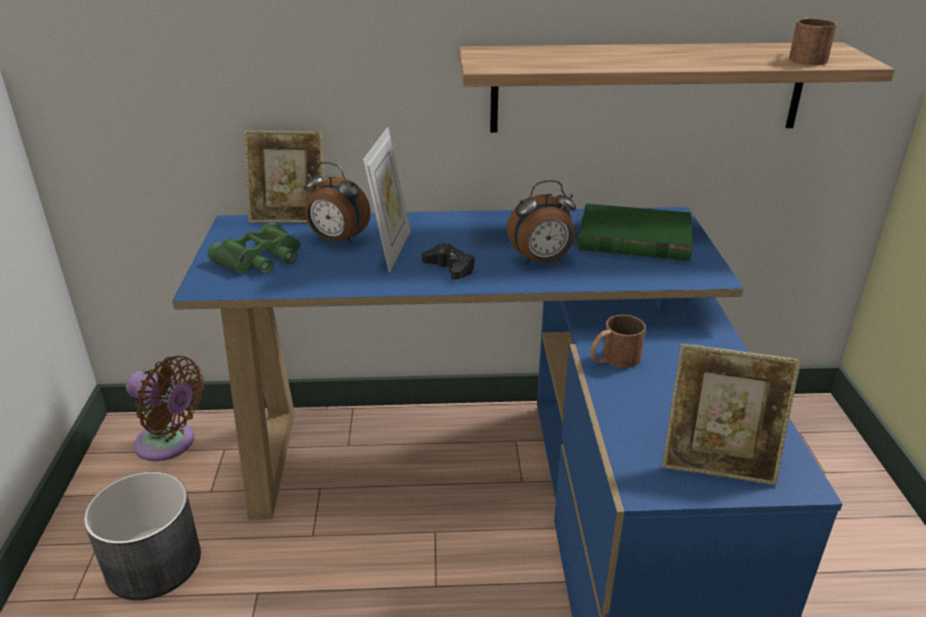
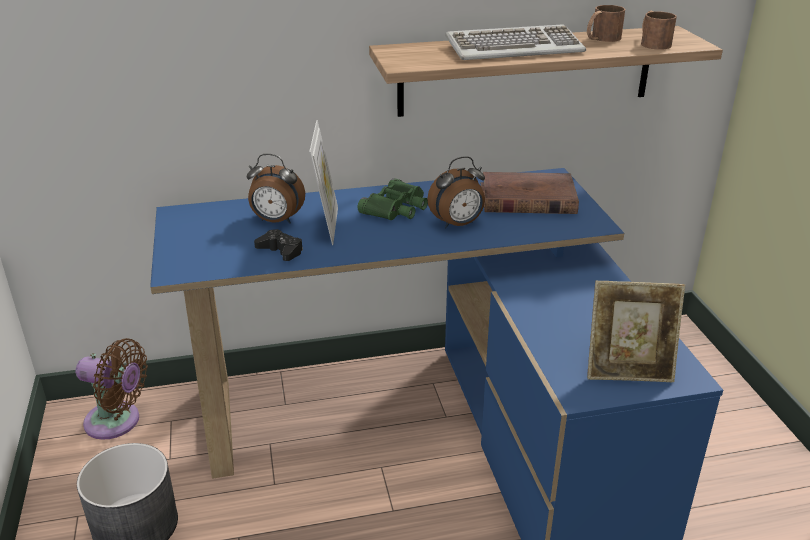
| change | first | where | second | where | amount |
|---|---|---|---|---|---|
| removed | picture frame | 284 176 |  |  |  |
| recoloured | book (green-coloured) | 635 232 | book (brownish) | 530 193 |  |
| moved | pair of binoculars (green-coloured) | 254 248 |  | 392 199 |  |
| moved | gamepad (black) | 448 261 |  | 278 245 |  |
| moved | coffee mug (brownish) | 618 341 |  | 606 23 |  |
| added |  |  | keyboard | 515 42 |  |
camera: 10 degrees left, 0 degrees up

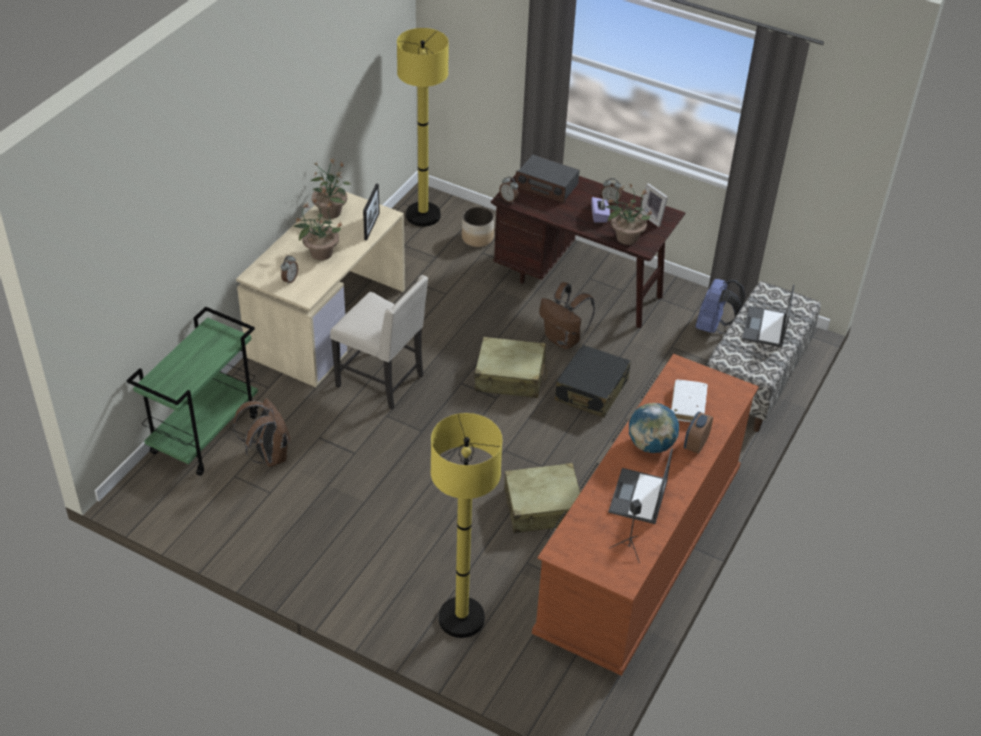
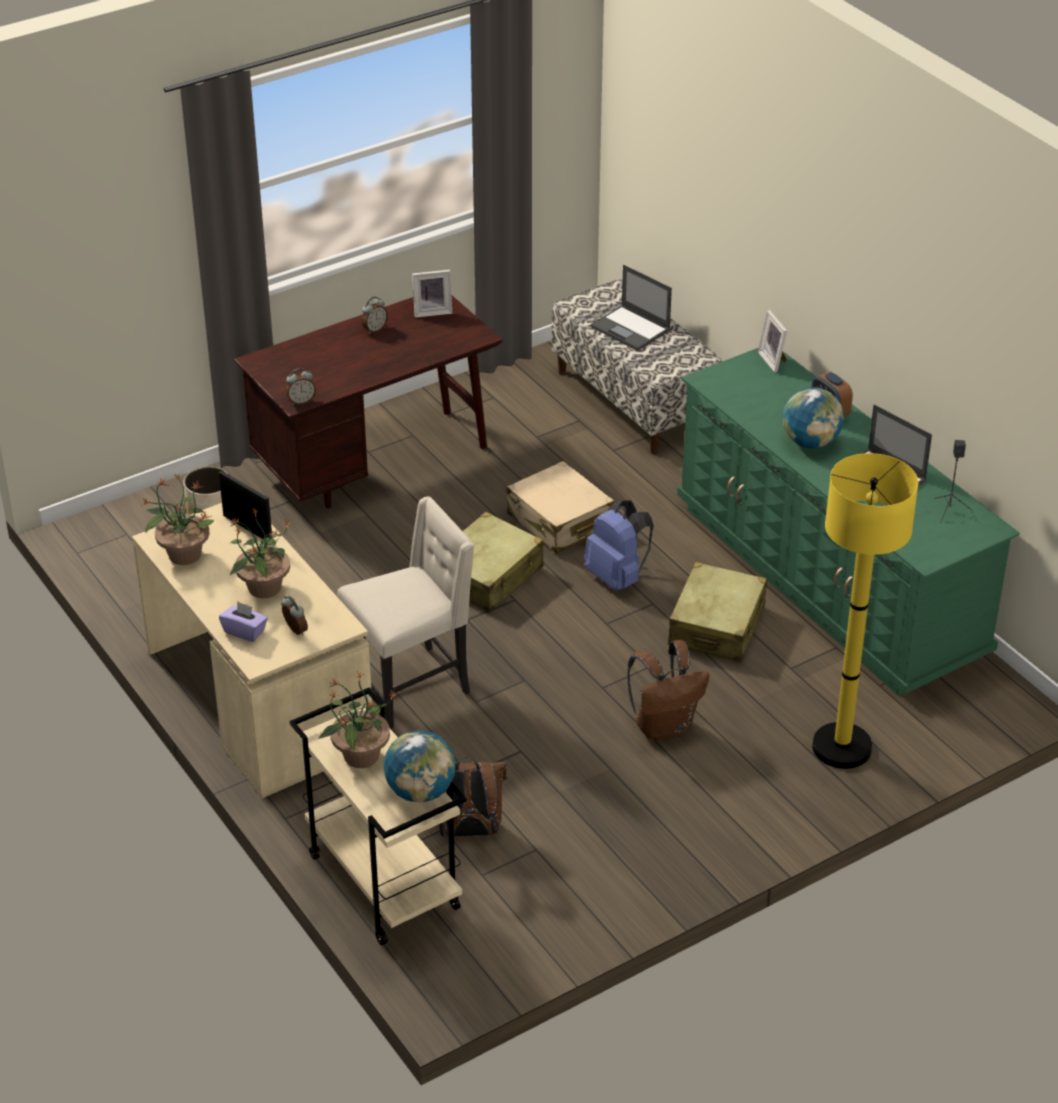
| change | first | where | second | where | amount |
|---|---|---|---|---|---|
| removed | floor lamp (yellow-coloured) | 423 127 |  |  |  |
| removed | radio receiver | 547 179 |  |  |  |
| moved | potted plant | 630 214 |  | 357 719 |  |
| moved | tissue holder (purple-coloured) | 600 209 |  | 243 621 |  |
| moved | backpack (blue-coloured) | 720 306 |  | 619 545 |  |
| moved | backpack (brownish) | 567 315 |  | 668 690 |  |
| recoloured | trolley (green-coloured) | 192 391 | trolley (sand-coloured) | 378 817 |  |
| recoloured | piece of luggage (black) | 593 381 | piece of luggage (sand-coloured) | 560 507 |  |
| recoloured | drawer chest (brownish) | 645 515 | drawer chest (green-coloured) | 848 521 |  |
| removed | book (whitish) | 689 400 |  |  |  |
| added |  |  | picture frame | 772 341 |  |
| added |  |  | globe | 419 766 |  |
camera: 60 degrees left, 5 degrees down

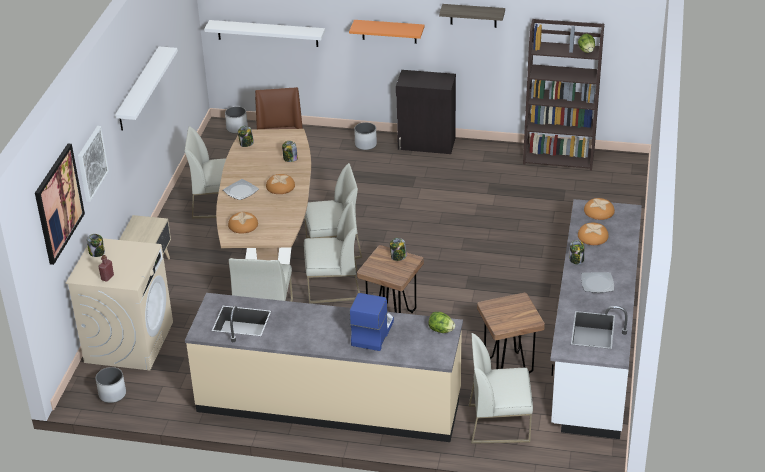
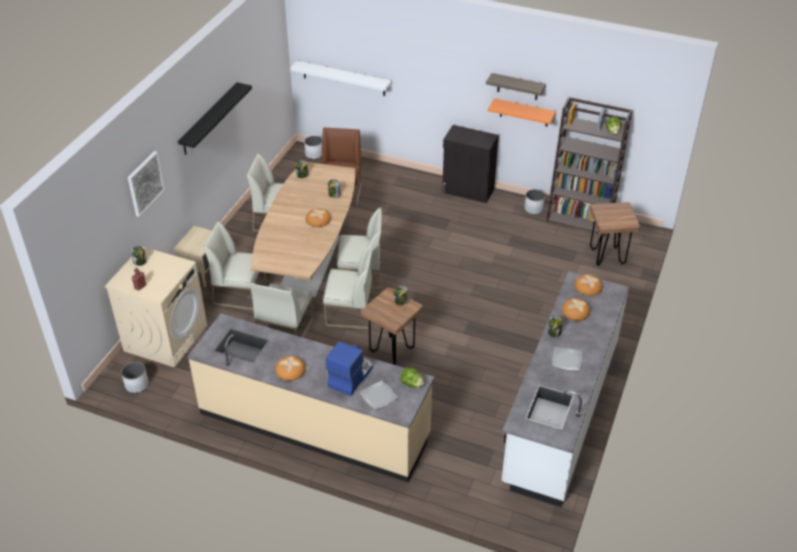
| change | first | where | second | where | amount |
|---|---|---|---|---|---|
| moved | shelf (orangey) | 387 32 |  | 522 112 |  |
| recoloured | shelf (whitish) | 146 89 | shelf (black) | 215 118 |  |
| moved | flower pot (whitish) | 365 136 |  | 534 201 |  |
| removed | wall art | 60 204 |  |  |  |
| moved | flat dish | 241 189 |  | 379 395 |  |
| moved | bread | 243 223 |  | 290 368 |  |
| moved | stool seat (brownish) | 511 333 |  | 615 234 |  |
| moved | chair (whitish) | 501 388 |  | 235 265 |  |
camera: 10 degrees right, 5 degrees up

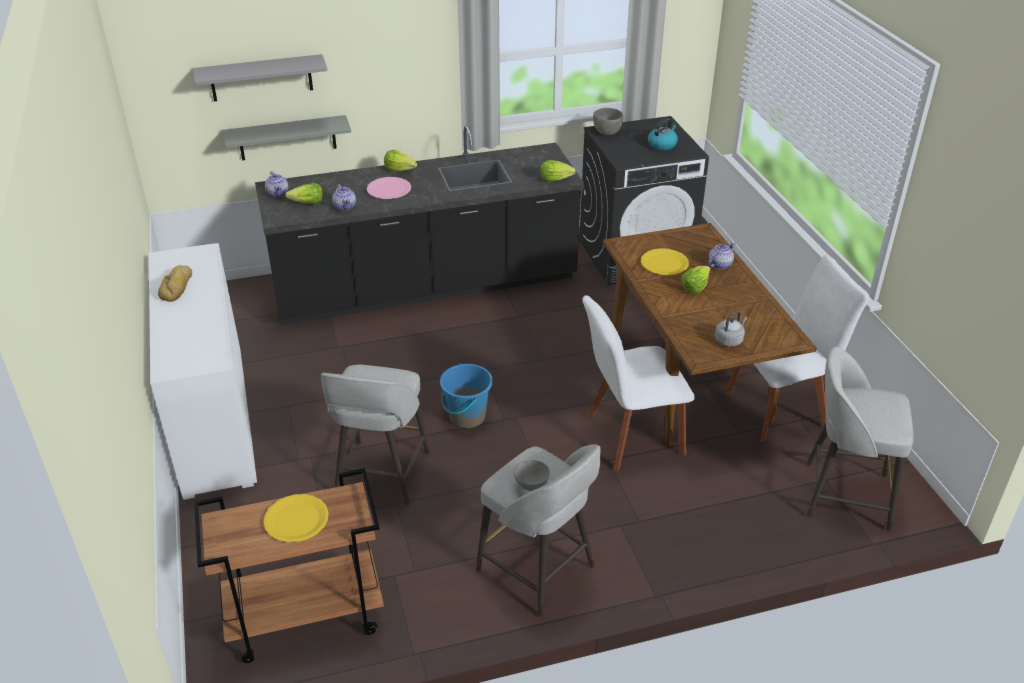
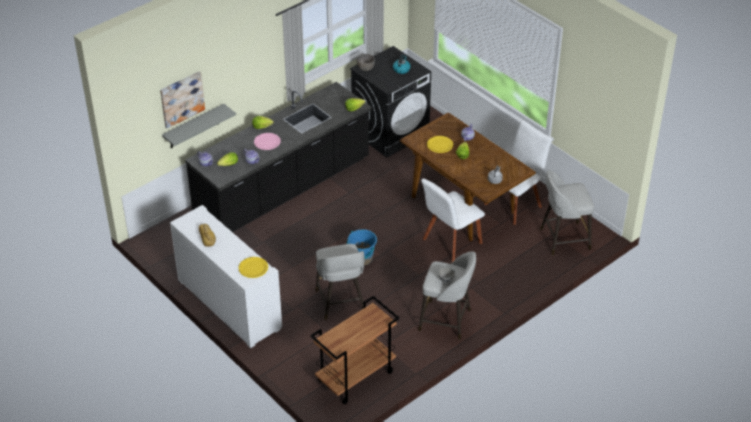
| change | first | where | second | where | amount |
|---|---|---|---|---|---|
| replaced | shelf (grey) | 260 77 | wall art | 182 99 |  |
| moved | flat dish (yellow-coloured) | 296 518 |  | 253 267 |  |
camera: 25 degrees left, 5 degrees up

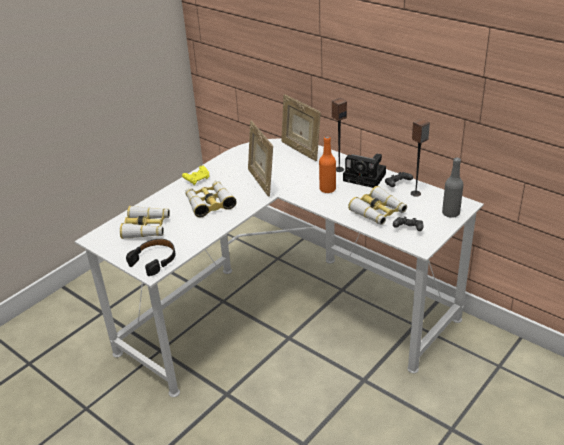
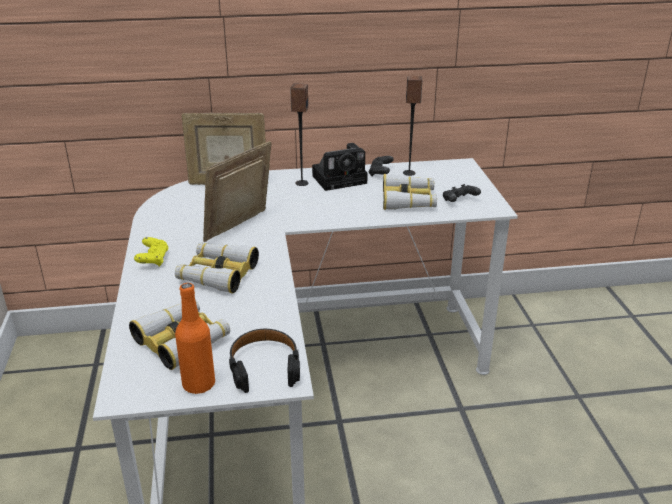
| change | first | where | second | where | amount |
|---|---|---|---|---|---|
| turned | picture frame | 260 159 |  | 237 191 | 105 degrees clockwise |
| moved | drink bottle (orangey) | 327 164 |  | 195 338 |  |
| removed | drink bottle (grey) | 453 188 |  |  |  |
camera: 50 degrees left, 5 degrees down

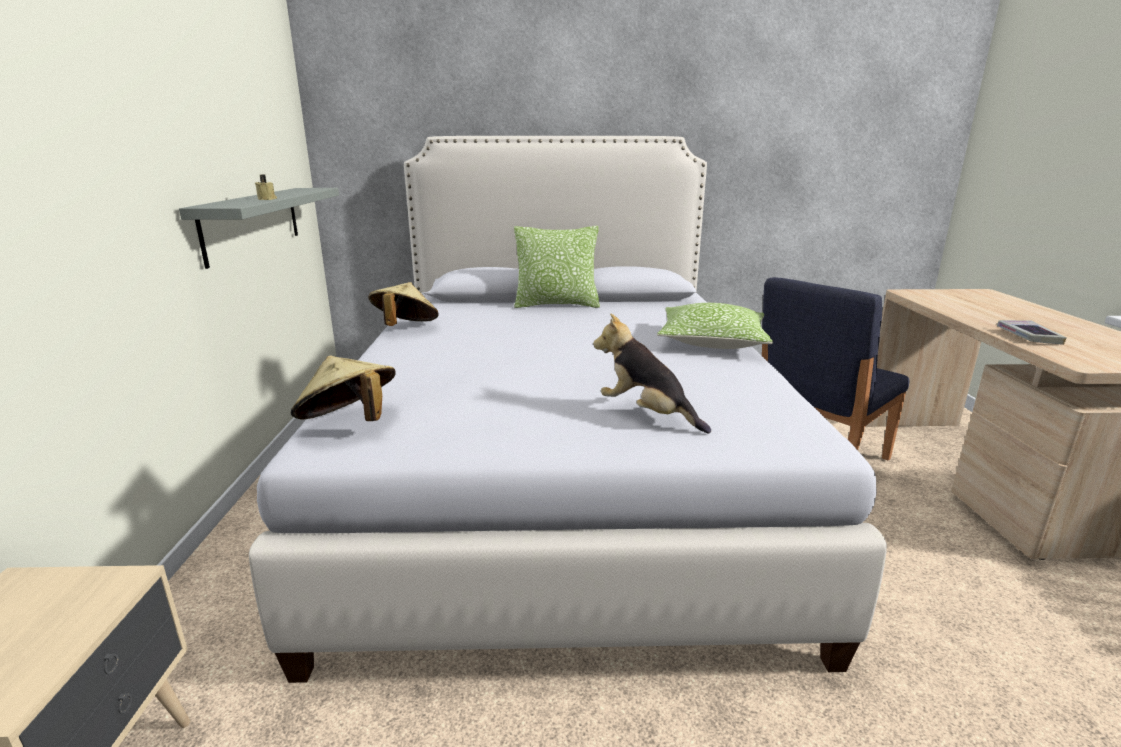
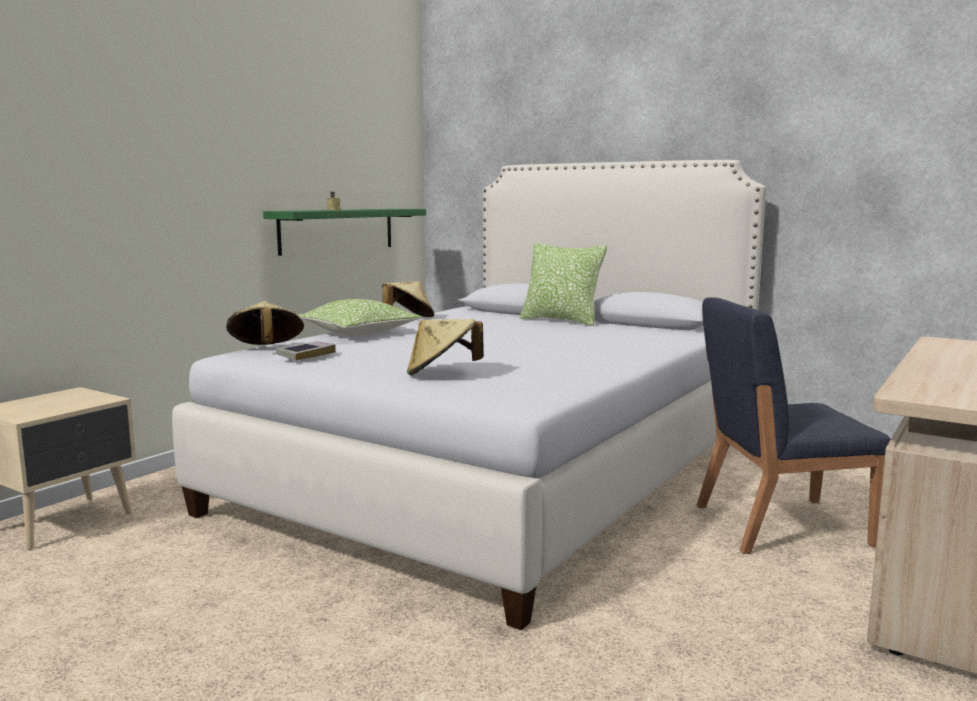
| change | first | where | second | where | amount |
|---|---|---|---|---|---|
| recoloured | shelf (grey) | 259 228 | shelf (green-coloured) | 344 232 |  |
| moved | pillow | 715 326 |  | 360 317 |  |
| replaced | cuddly toy | 652 373 | clothing hat (sand-coloured) | 445 347 |  |
| moved | book | 1032 332 |  | 306 351 |  |
camera: 35 degrees right, 10 degrees down

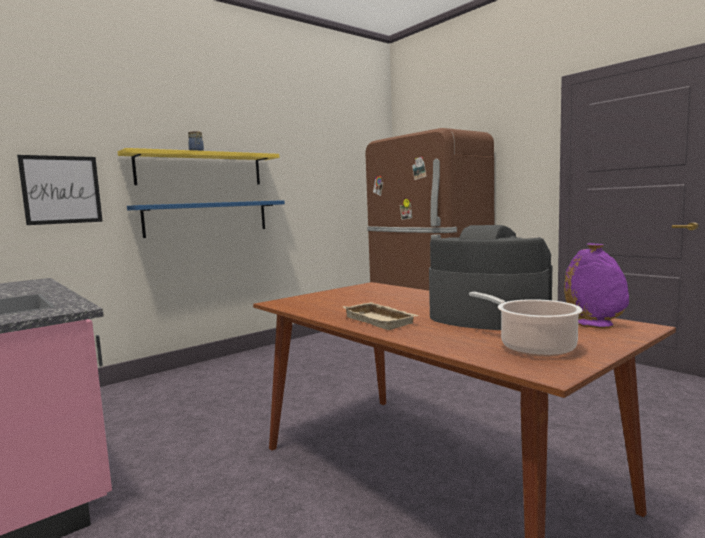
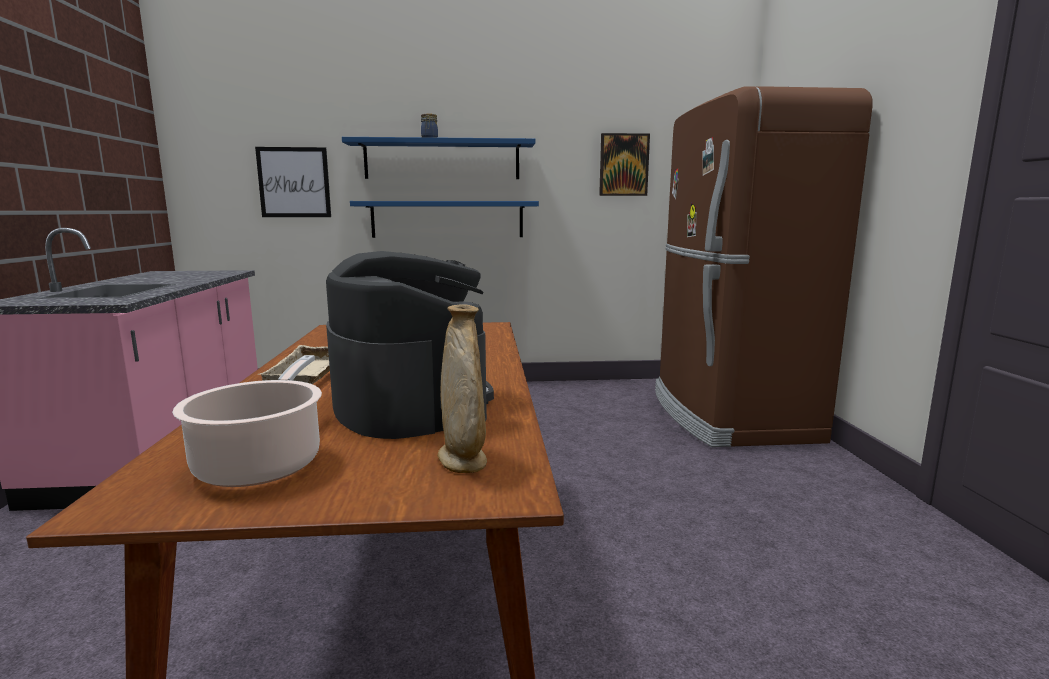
| change | first | where | second | where | amount |
|---|---|---|---|---|---|
| recoloured | shelf (yellow-coloured) | 198 166 | shelf (blue-coloured) | 438 158 |  |
| recoloured | flower vase (purple-coloured) | 596 286 | flower vase (sand-coloured) | 462 388 |  |
| added |  |  | wall art | 624 164 |  |
camera: 35 degrees right, 5 degrees up

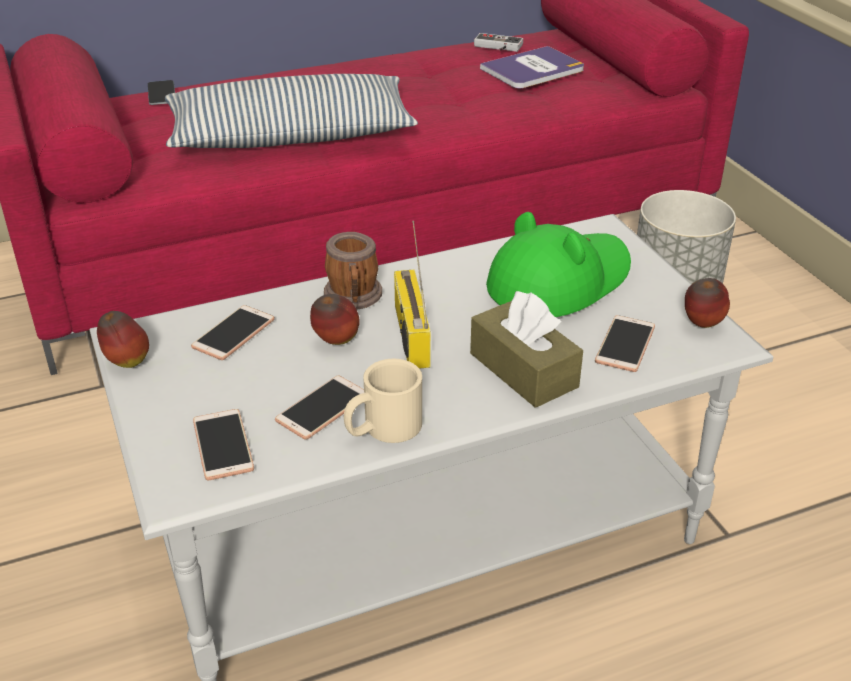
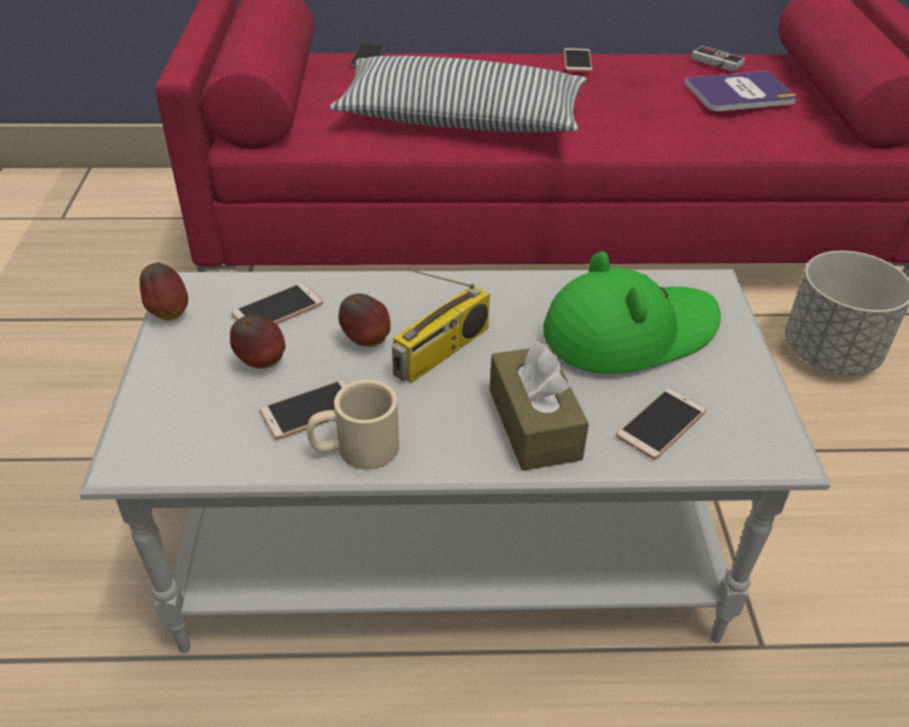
| change | first | where | second | where | amount |
|---|---|---|---|---|---|
| turned | radio receiver | 412 295 |  | 441 326 | 150 degrees counterclockwise |
| removed | coffee mug | 353 270 |  |  |  |
| moved | apple fruit | 707 303 |  | 257 342 |  |
| moved | telephone | 223 444 |  | 578 60 |  |
camera: 20 degrees right, 5 degrees up

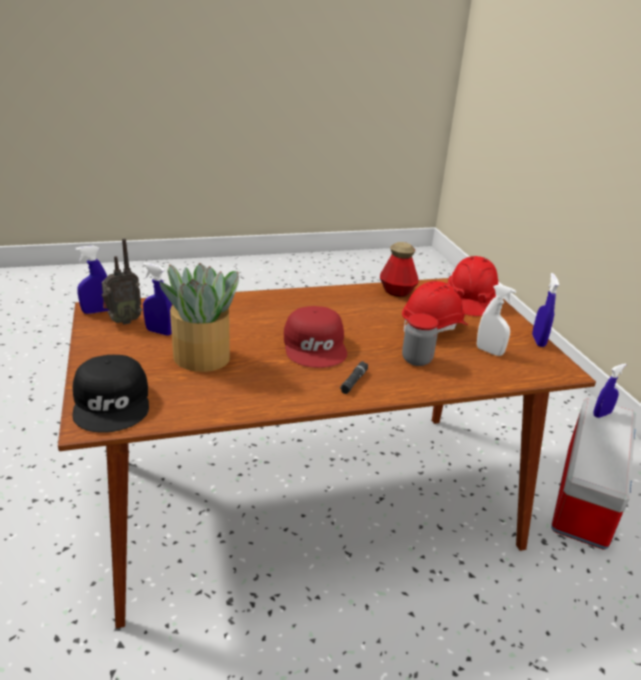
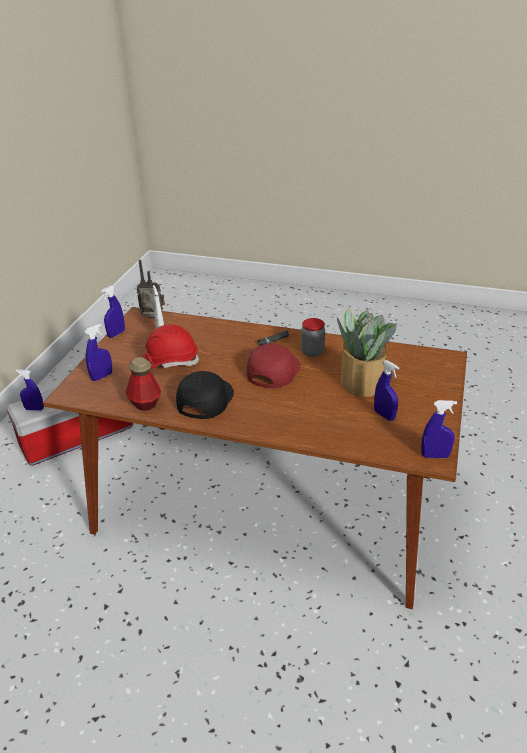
| change | first | where | second | where | amount |
|---|---|---|---|---|---|
| moved | radio receiver | 122 281 |  | 151 289 |  |
| replaced | hard hat (red-coloured) | 473 286 | hand sprayer (blue-coloured) | 98 352 |  |
| moved | jar | 420 339 |  | 313 337 |  |
| moved | cap (black) | 110 394 |  | 205 395 |  |
camera: 145 degrees left, 5 degrees up

